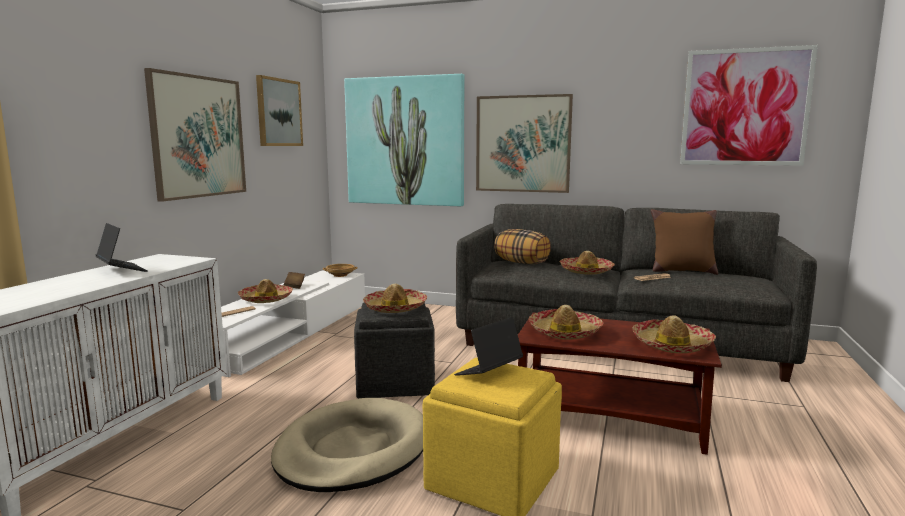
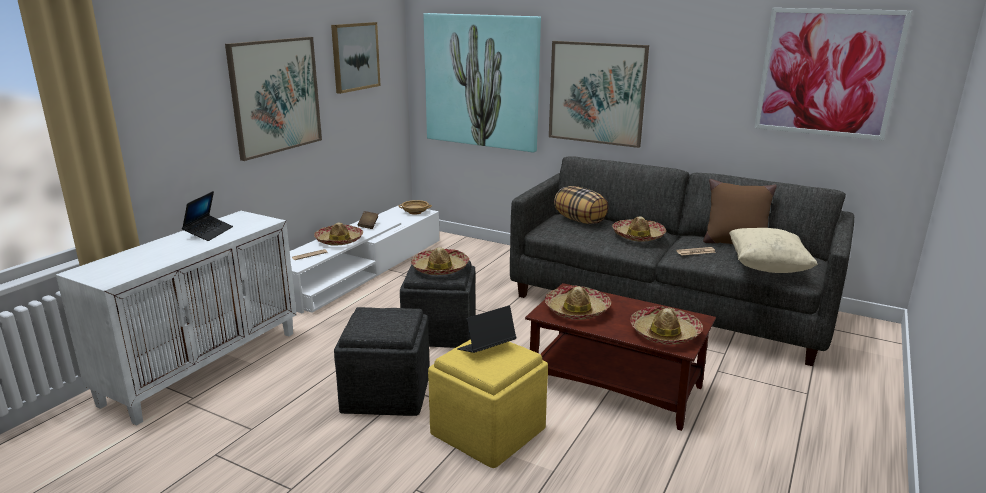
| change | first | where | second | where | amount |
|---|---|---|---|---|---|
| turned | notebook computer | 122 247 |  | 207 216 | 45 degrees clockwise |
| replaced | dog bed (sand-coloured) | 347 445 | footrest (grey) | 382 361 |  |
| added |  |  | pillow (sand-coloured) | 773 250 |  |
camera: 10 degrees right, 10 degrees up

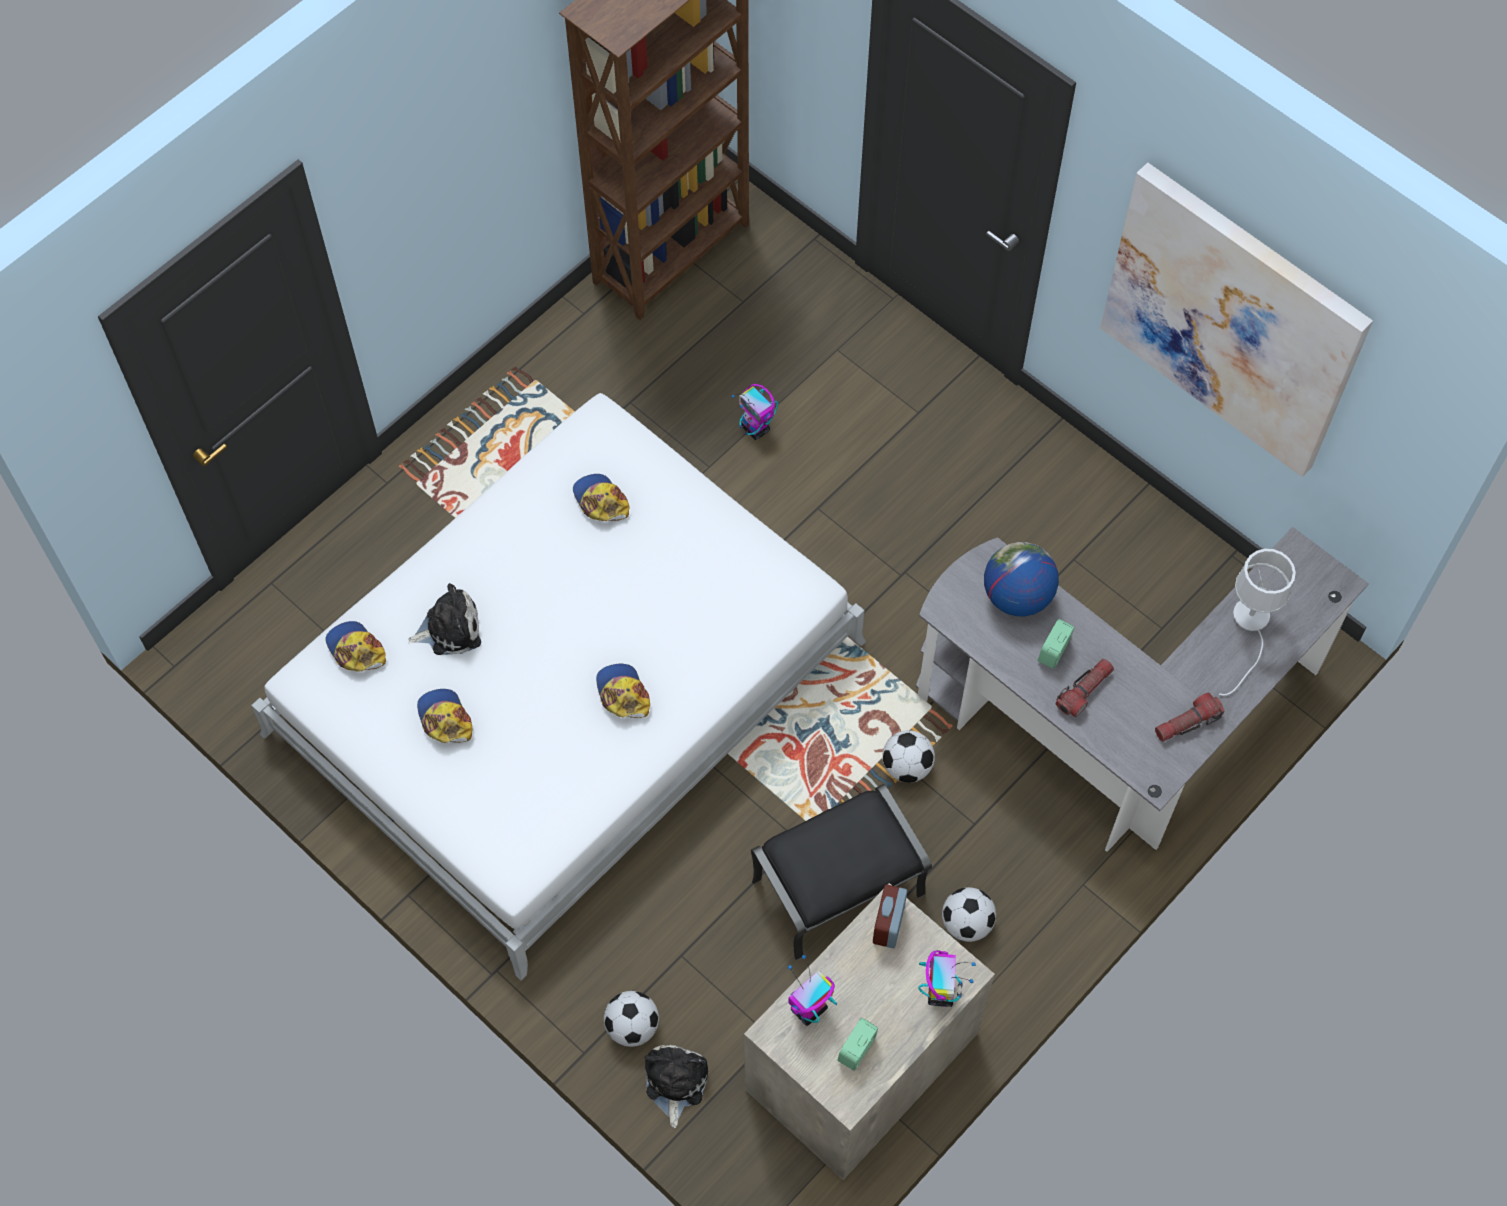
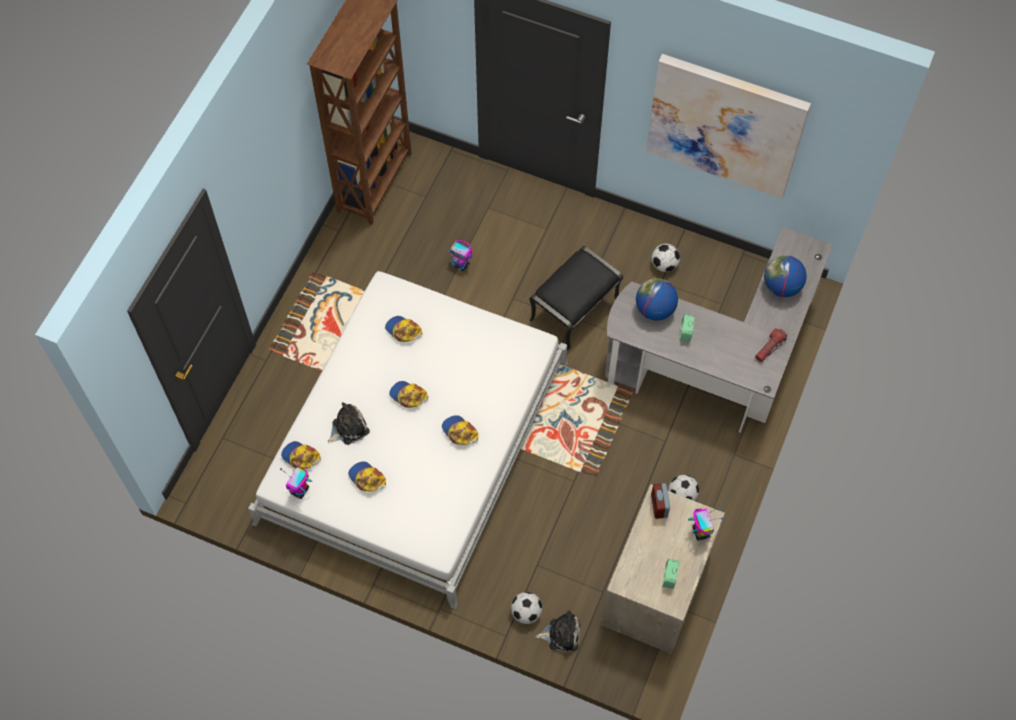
| change | first | where | second | where | amount |
|---|---|---|---|---|---|
| replaced | tabletop lamp (whitish) | 1257 622 | globe | 785 276 |  |
| removed | flashlight | 1085 688 |  |  |  |
| moved | ball for football | 908 756 |  | 666 258 |  |
| moved | footrest (black) | 841 872 |  | 576 298 |  |
| moved | robot figure | 812 990 |  | 296 480 |  |
| turned | cuddly toy | 676 1086 |  | 557 631 | 105 degrees clockwise |
| added |  |  | cap | 408 394 |  |
camera: 20 degrees left, 0 degrees up

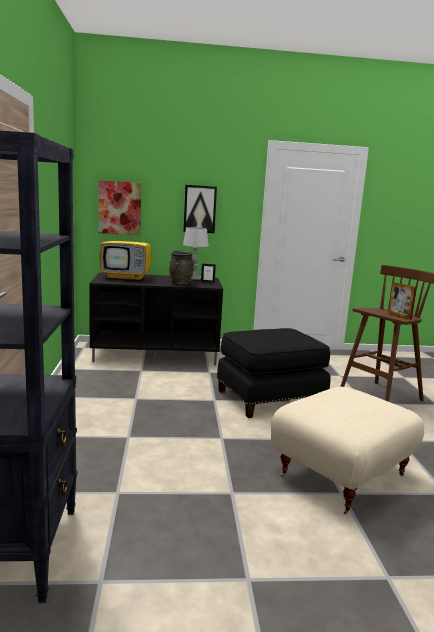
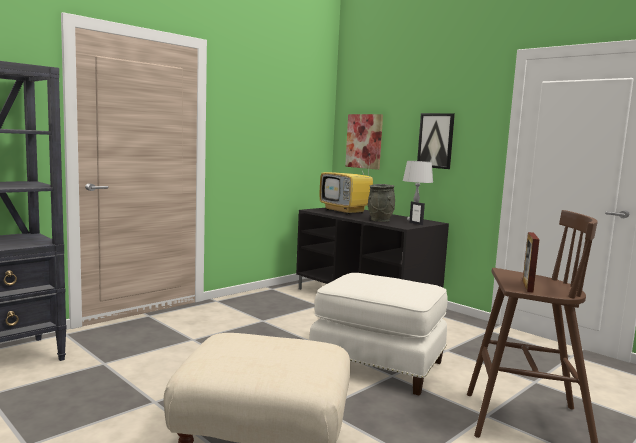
| change | first | where | second | where | amount |
|---|---|---|---|---|---|
| recoloured | footrest (black) | 274 373 | footrest (whitish) | 378 334 |  |
camera: 50 degrees right, 5 degrees down

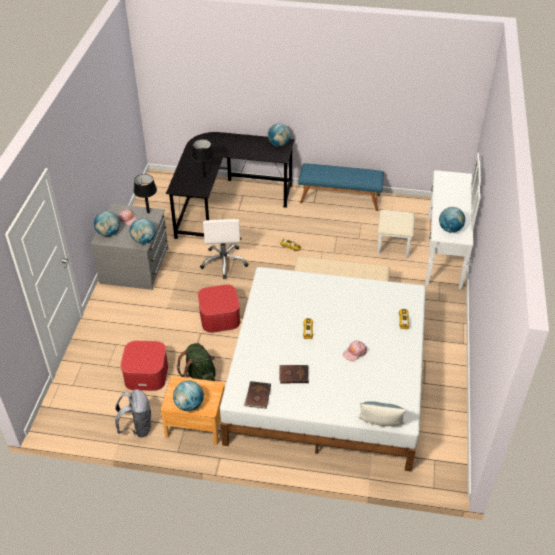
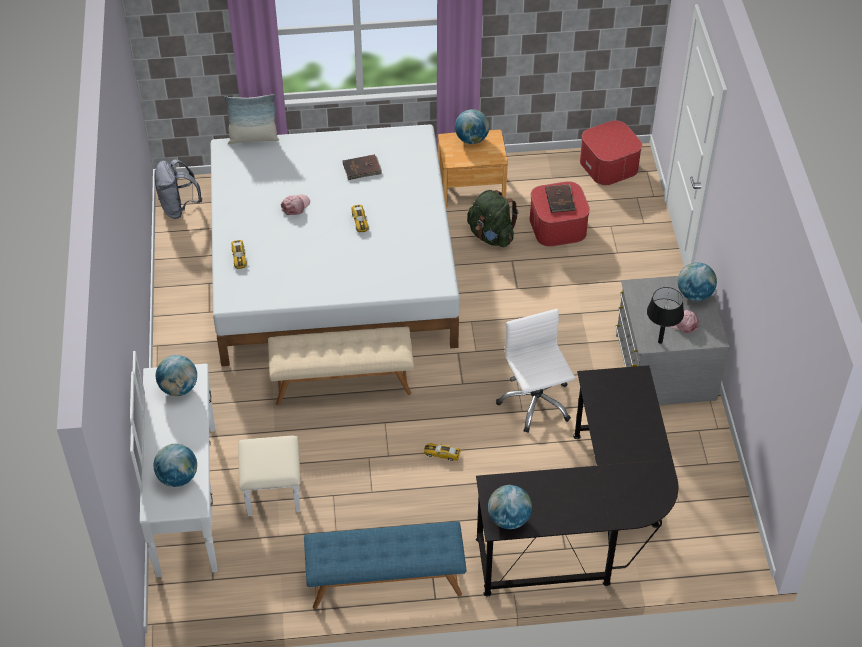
| change | first | where | second | where | amount |
|---|---|---|---|---|---|
| removed | tabletop lamp (black) | 203 158 |  |  |  |
| moved | globe | 143 231 |  | 175 465 |  |
| moved | footrest | 219 308 |  | 611 152 |  |
| moved | book (brownish) | 257 395 |  | 560 198 |  |
| moved | backpack (grey) | 133 413 |  | 178 189 |  |
camera: 165 degrees right, 5 degrees up

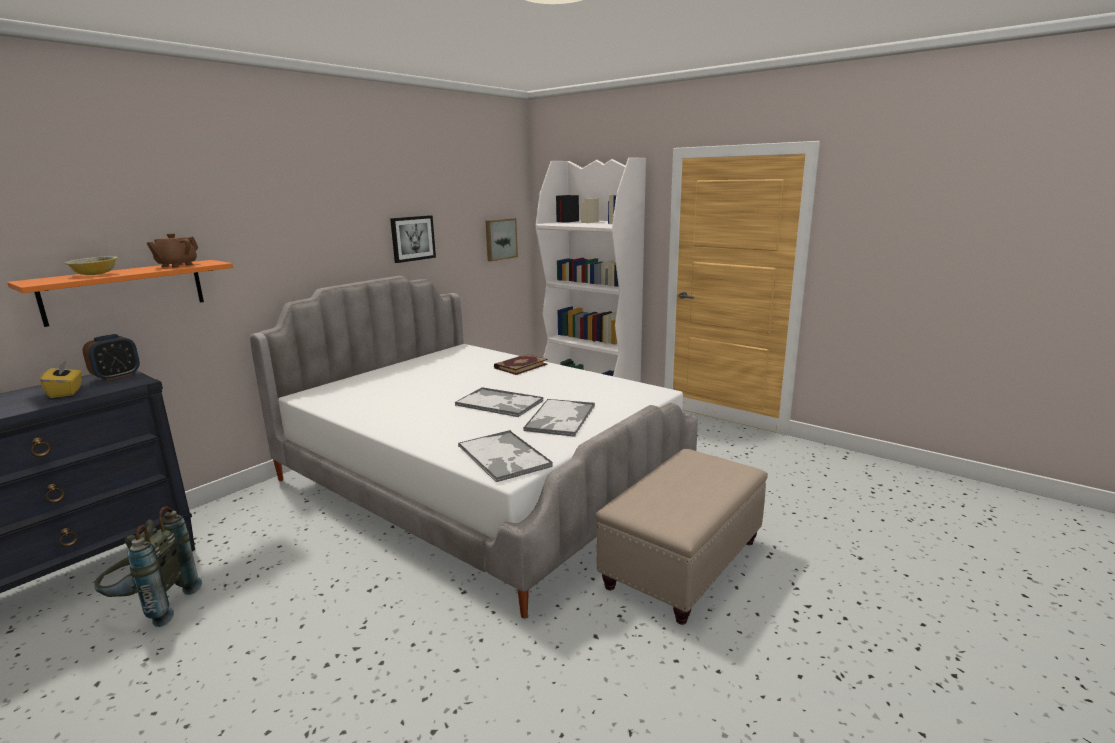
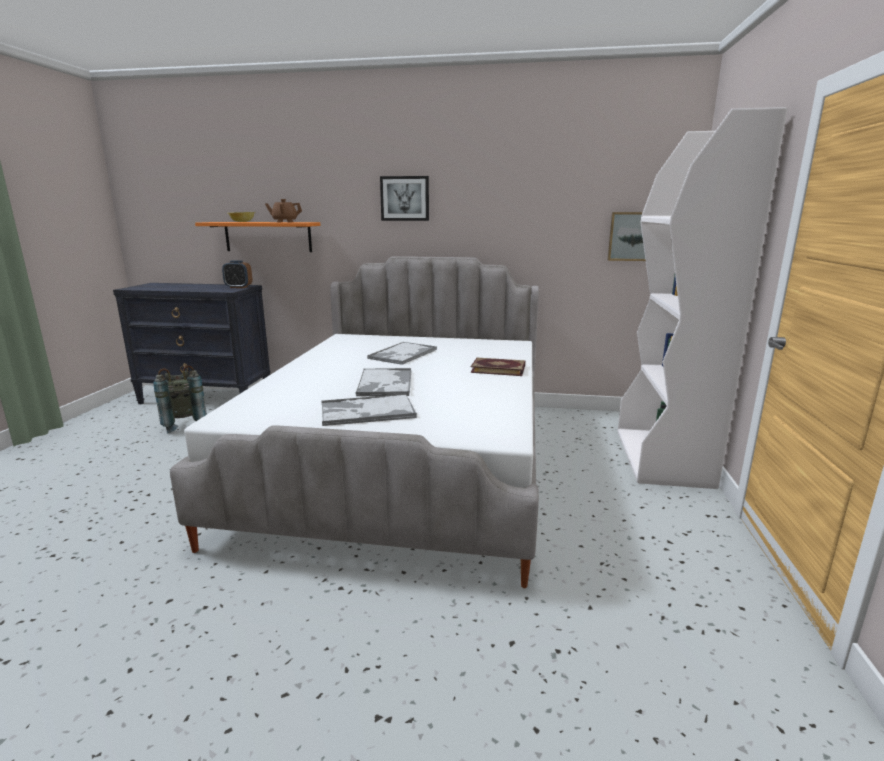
| change | first | where | second | where | amount |
|---|---|---|---|---|---|
| moved | wall art | 413 239 |  | 404 198 |  |
| removed | tissue holder (yellow-coloured) | 61 379 |  |  |  |
| moved | serving tray | 505 456 |  | 402 353 |  |
| removed | footrest (sand-coloured) | 681 537 |  |  |  |
camera: 60 degrees right, 0 degrees up

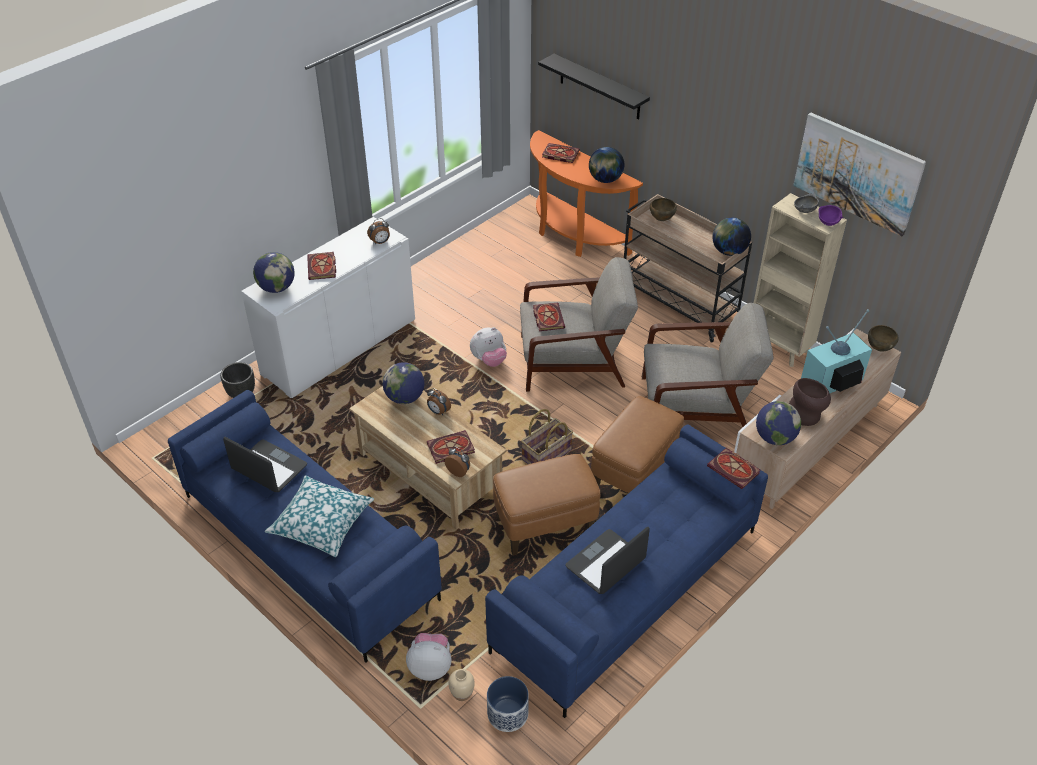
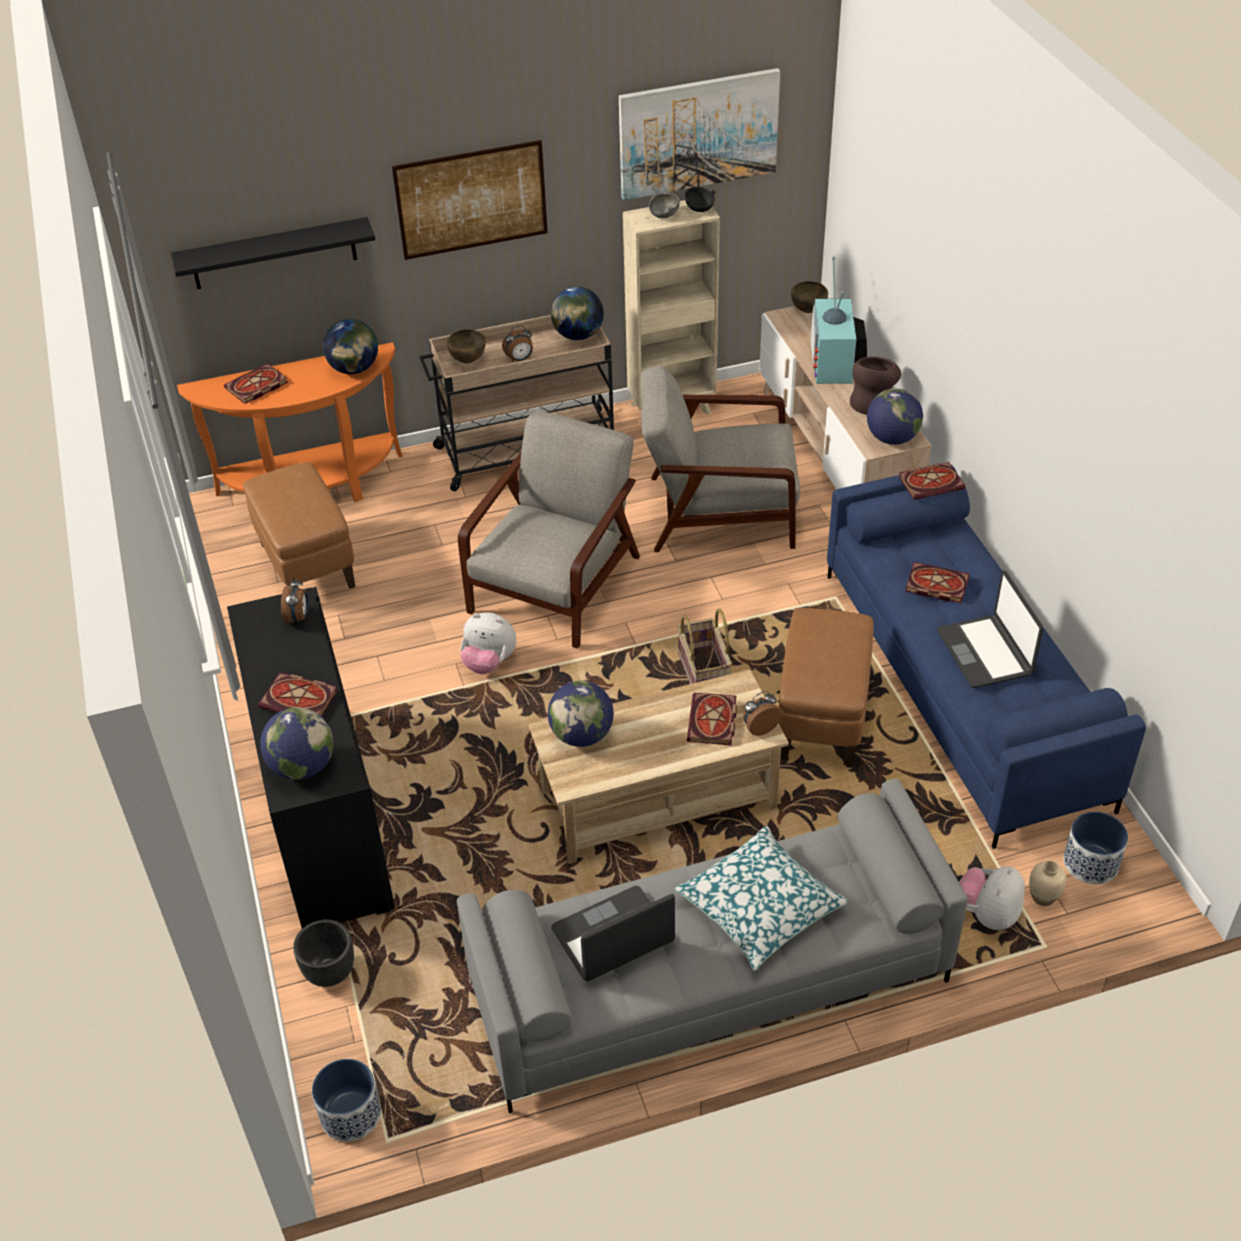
| change | first | where | second | where | amount |
|---|---|---|---|---|---|
| recoloured | serving bowl (purple-coloured) | 831 215 | serving bowl (black) | 700 199 |  |
| recoloured | cupboard (whitish) | 328 307 | cupboard (black) | 311 758 |  |
| moved | book | 549 317 |  | 937 582 |  |
| turned | lounge chair (grey) | 707 365 |  | 720 458 | 120 degrees counterclockwise |
| turned | cuddly toy | 488 347 |  | 488 643 | 105 degrees clockwise |
| moved | alarm clock | 439 401 |  | 517 343 |  |
| recoloured | sofa (blue-coloured) | 305 526 | sofa (grey) | 712 946 |  |
| moved | footrest (brownish) | 637 444 |  | 299 525 |  |
| added |  |  | wall art | 470 200 |  |
| added |  |  | flower pot | 346 1100 |  |
camera: 60 degrees left, 0 degrees up

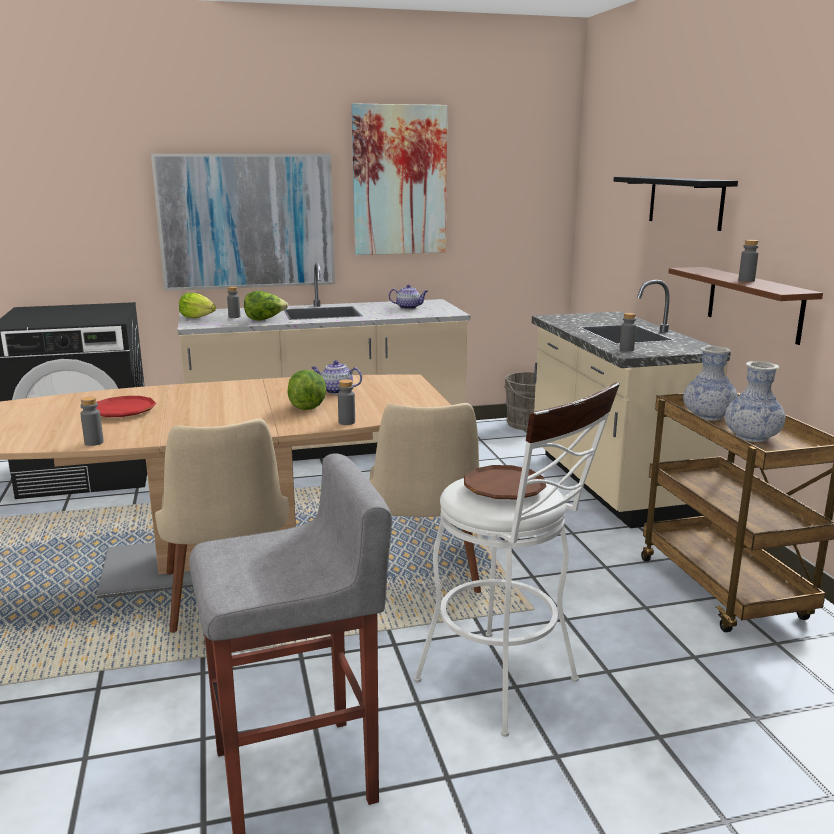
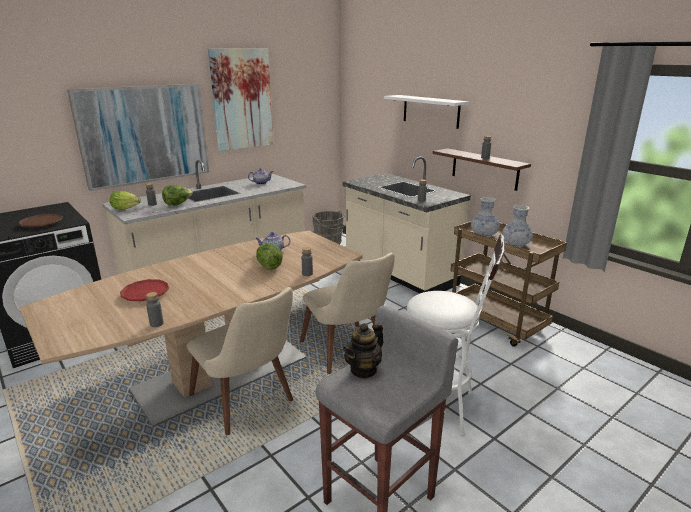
| change | first | where | second | where | amount |
|---|---|---|---|---|---|
| recoloured | shelf (black) | 676 204 | shelf (whitish) | 426 112 |  |
| moved | flat dish (brownish) | 505 482 |  | 40 221 |  |
| added |  |  | tea pot | 363 351 |  |
camera: 25 degrees left, 5 degrees up

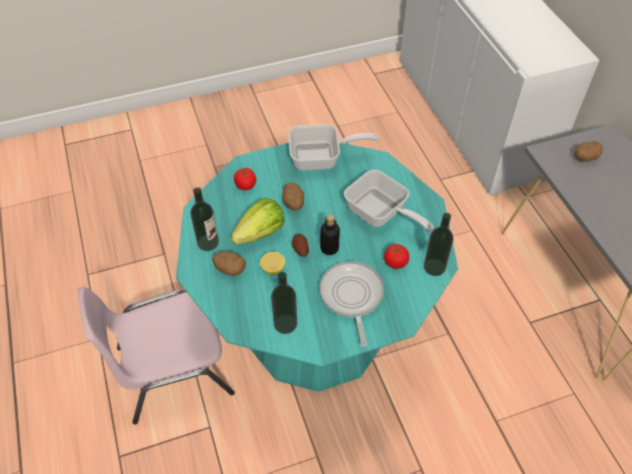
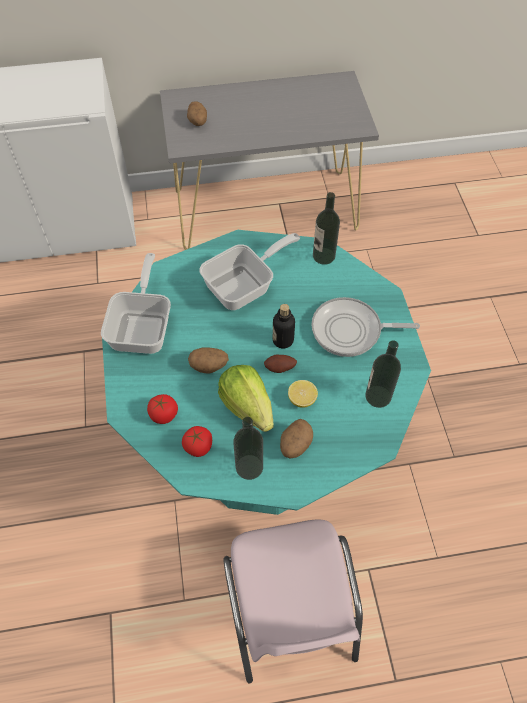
| change | first | where | second | where | amount |
|---|---|---|---|---|---|
| moved | whole tomato | 396 256 |  | 197 441 |  |
camera: 80 degrees left, 5 degrees up

